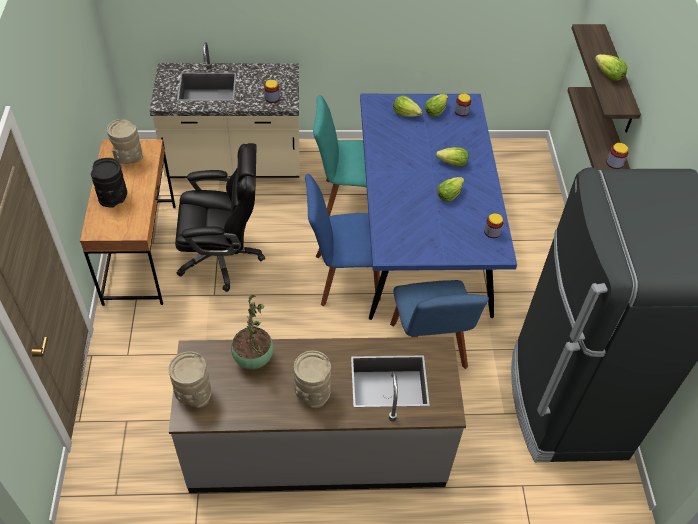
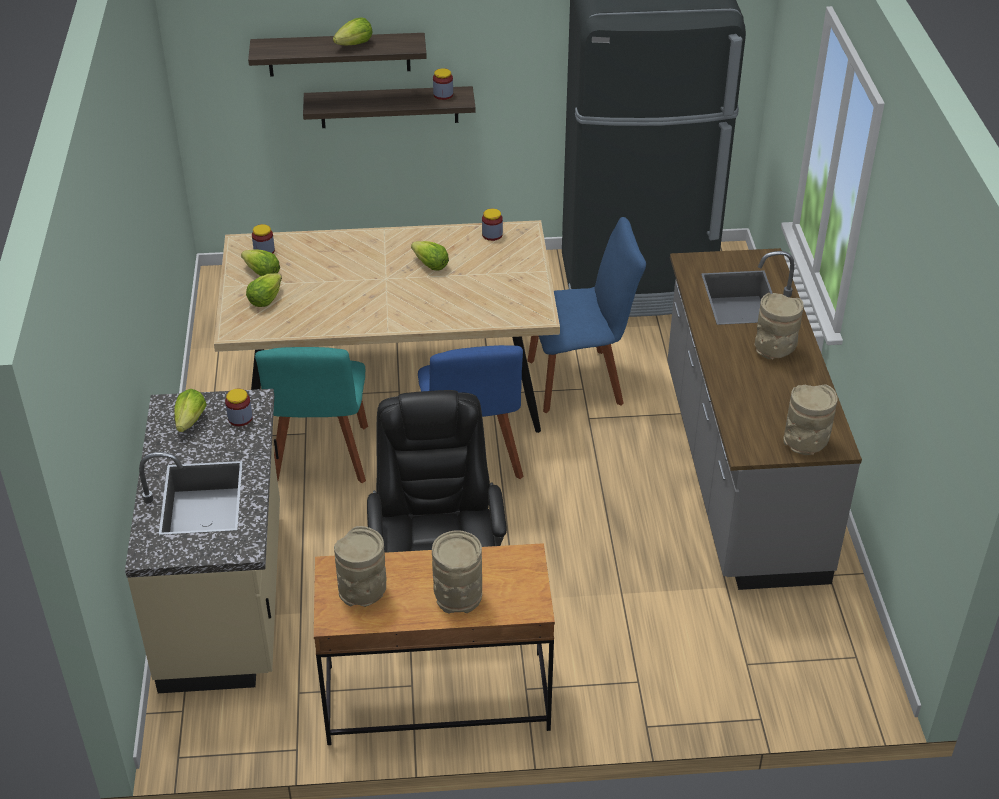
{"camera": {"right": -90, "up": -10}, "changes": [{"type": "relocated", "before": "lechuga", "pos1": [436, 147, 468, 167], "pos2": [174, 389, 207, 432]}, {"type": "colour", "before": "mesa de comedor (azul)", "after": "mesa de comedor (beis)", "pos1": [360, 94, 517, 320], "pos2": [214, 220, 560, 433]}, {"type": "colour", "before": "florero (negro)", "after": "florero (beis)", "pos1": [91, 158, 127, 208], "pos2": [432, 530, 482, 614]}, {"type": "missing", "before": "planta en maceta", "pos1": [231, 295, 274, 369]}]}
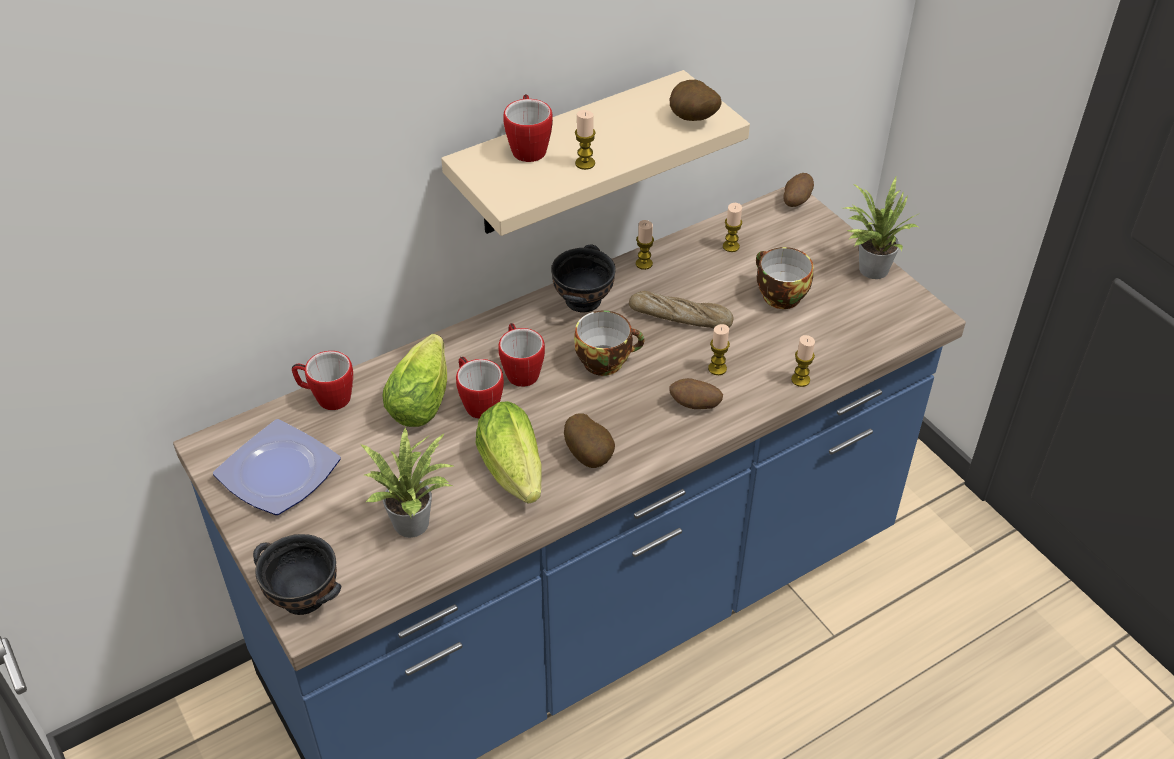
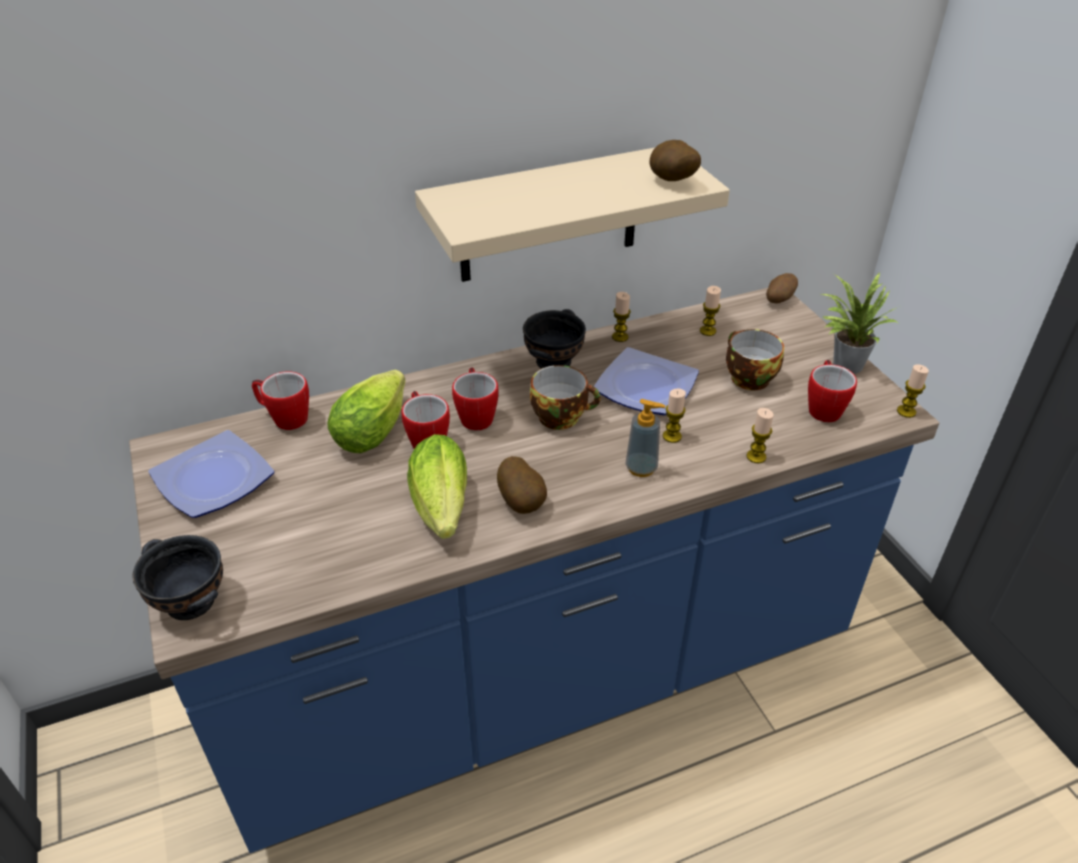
{"camera": {"right": 10, "up": -5}, "changes": [{"type": "exchanged", "before": "pan", "after": "plato", "pos1": [629, 291, 733, 328], "pos2": [594, 347, 699, 415]}, {"type": "exchanged", "before": "patata", "after": "dispensador de jabón", "pos1": [669, 378, 723, 409], "pos2": [625, 399, 666, 477]}, {"type": "relocated", "before": "taza grande", "pos1": [503, 94, 553, 162], "pos2": [808, 360, 857, 422]}, {"type": "relocated", "before": "vela", "pos1": [575, 110, 596, 170], "pos2": [897, 364, 929, 418]}, {"type": "missing", "before": "planta en maceta", "pos1": [361, 427, 454, 538]}]}
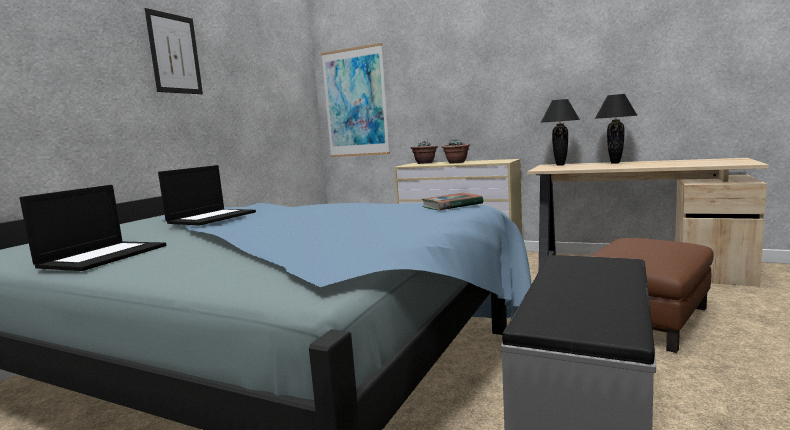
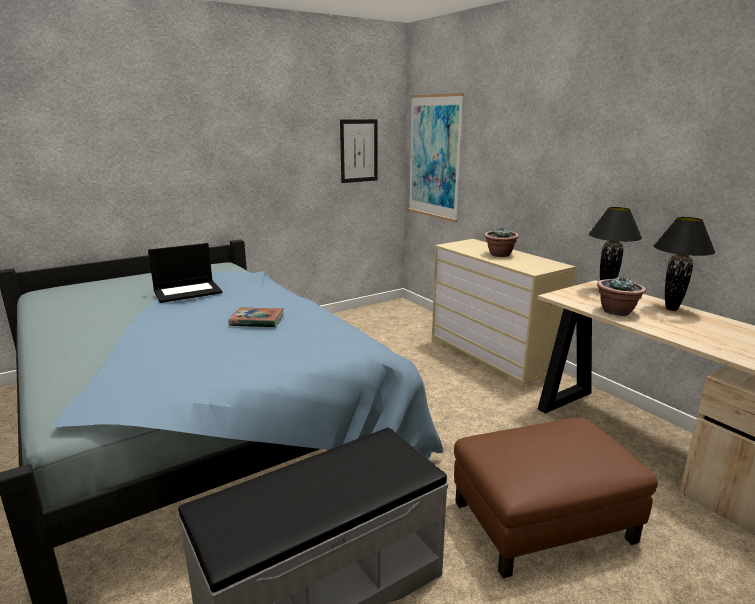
{"camera": {"right": 30, "up": 10}, "changes": [{"type": "relocated", "before": "libro", "pos1": [422, 192, 483, 210], "pos2": [228, 308, 284, 327]}, {"type": "relocated", "before": "cuadro", "pos1": [145, 8, 203, 94], "pos2": [340, 119, 377, 183]}, {"type": "relocated", "before": "planta en maceta", "pos1": [411, 141, 438, 164], "pos2": [597, 276, 646, 316]}, {"type": "missing", "before": "portátil", "pos1": [20, 185, 166, 271]}]}
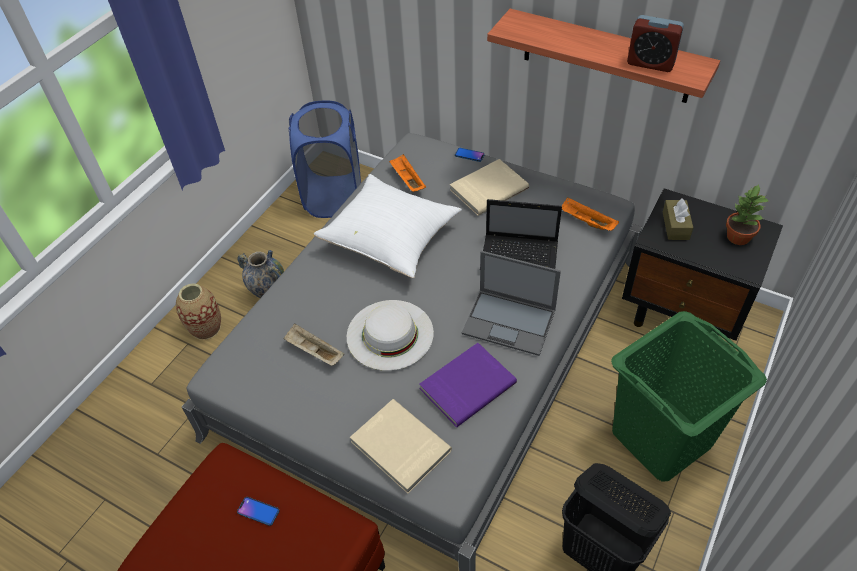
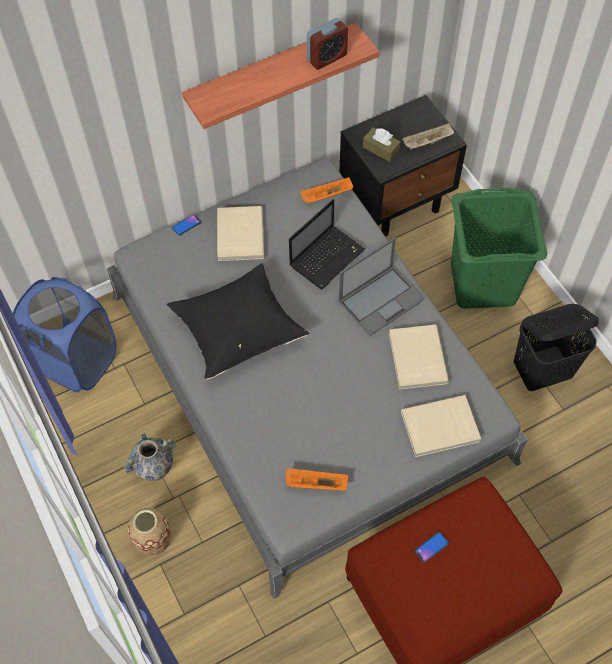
{"camera": {"right": -60, "up": 10}, "changes": [{"type": "colour", "before": "cojín (blanco)", "after": "cojín (negro)", "pos1": [314, 174, 462, 278], "pos2": [167, 263, 309, 379]}, {"type": "relocated", "before": "bandeja (naranja)", "pos1": [389, 154, 426, 192], "pos2": [286, 468, 348, 491]}, {"type": "colour", "before": "libro (morado)", "after": "libro (beis)", "pos1": [419, 343, 517, 427], "pos2": [389, 325, 449, 390]}, {"type": "relocated", "before": "bandeja (beis)", "pos1": [283, 324, 344, 366], "pos2": [402, 123, 454, 150]}, {"type": "missing", "before": "sombrero (blanco)", "pos1": [347, 300, 434, 371]}, {"type": "missing", "before": "planta en maceta", "pos1": [726, 184, 768, 245]}]}
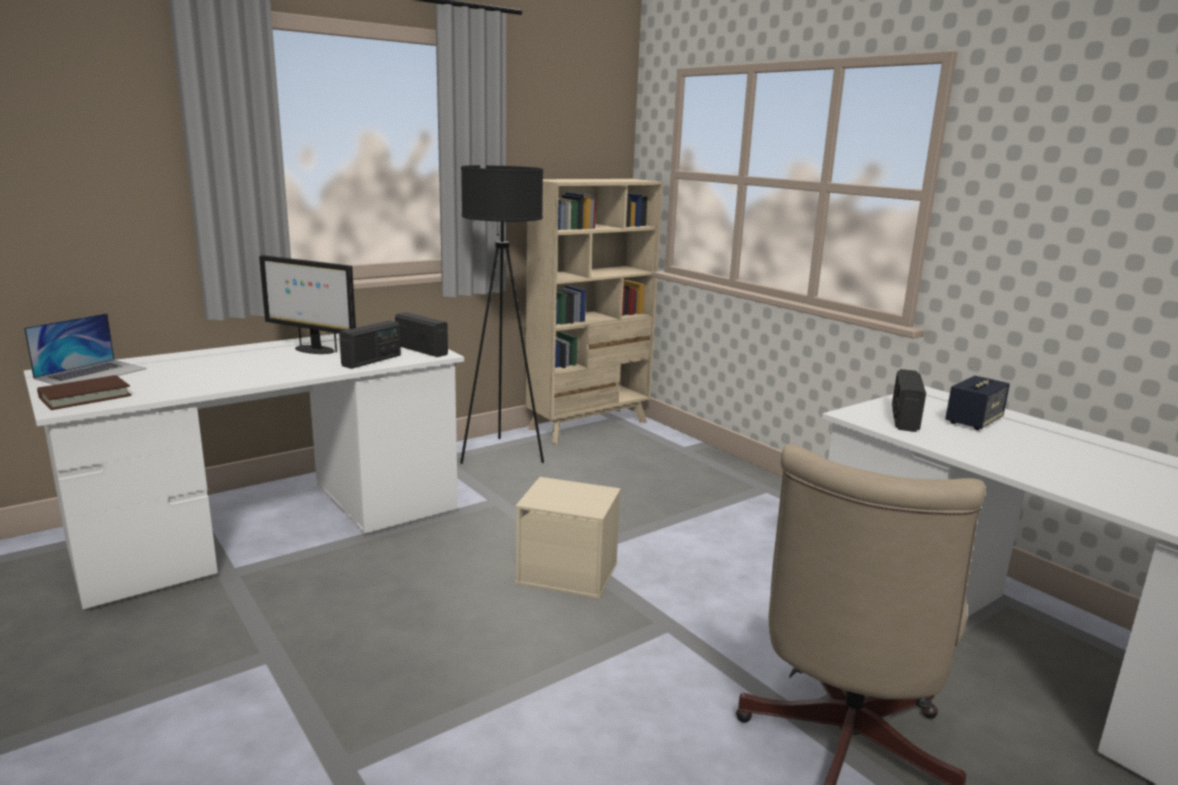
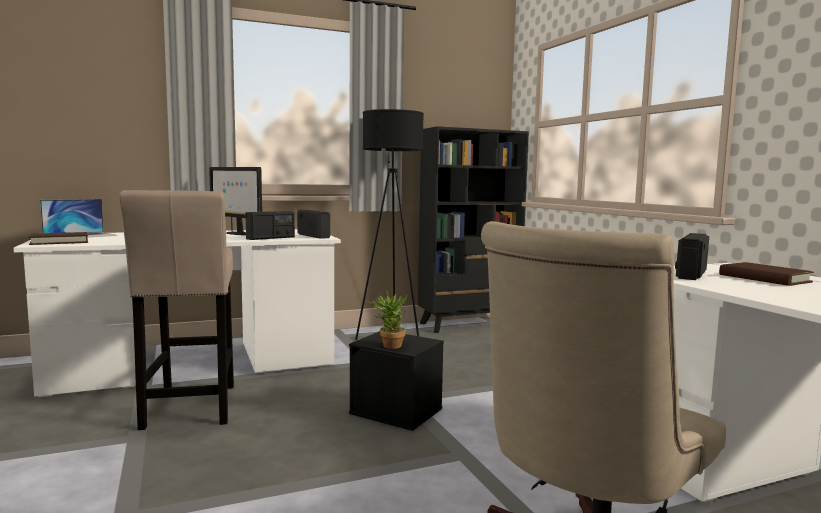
{"camera": {"right": 15, "up": -10}, "changes": [{"type": "appeared", "after": "taburete (beis)", "pos2": [119, 190, 234, 430]}, {"type": "colour", "before": "caja de almacenaje (beis)", "after": "caja de almacenaje (negro)", "pos1": [515, 477, 621, 599], "pos2": [349, 331, 444, 431]}, {"type": "appeared", "after": "planta en maceta", "pos2": [367, 290, 408, 349]}, {"type": "colour", "before": "estantería (beis)", "after": "estantería (negro)", "pos1": [525, 179, 663, 444], "pos2": [418, 126, 529, 333]}, {"type": "exchanged", "before": "altavoz", "after": "libro (marrón)", "pos1": [945, 376, 1010, 430], "pos2": [719, 262, 814, 286]}]}
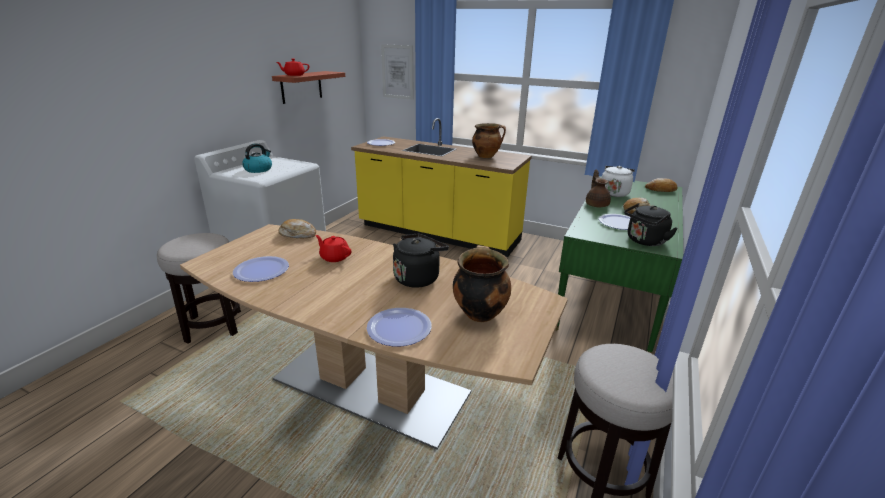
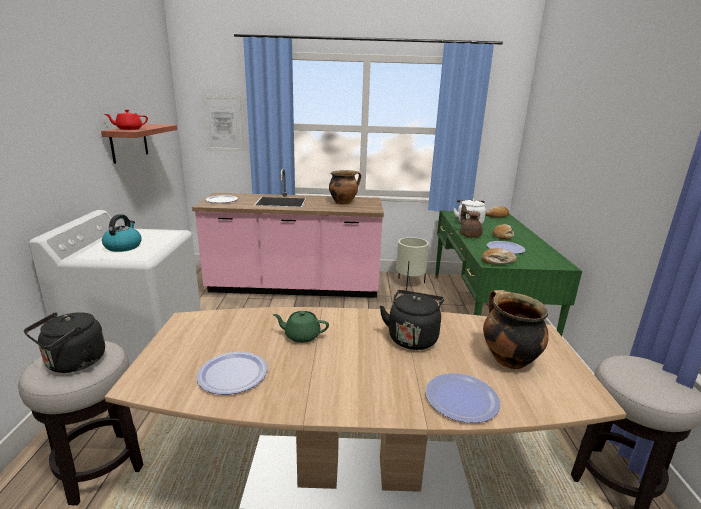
{"camera": {"right": -25, "up": -5}, "changes": [{"type": "relocated", "before": "hervidor (negro)", "pos1": [624, 203, 678, 246], "pos2": [24, 312, 105, 373]}, {"type": "colour", "before": "mueble bajo de cocina (amarillo)", "after": "mueble bajo de cocina (rosa)", "pos1": [351, 118, 532, 257], "pos2": [192, 169, 384, 298]}, {"type": "colour", "before": "tetera (rojo)", "after": "tetera (verde)", "pos1": [315, 235, 351, 262], "pos2": [273, 311, 329, 343]}, {"type": "appeared", "after": "maceta (beis)", "pos2": [396, 237, 429, 290]}, {"type": "relocated", "before": "pan", "pos1": [279, 219, 316, 238], "pos2": [482, 248, 517, 265]}]}
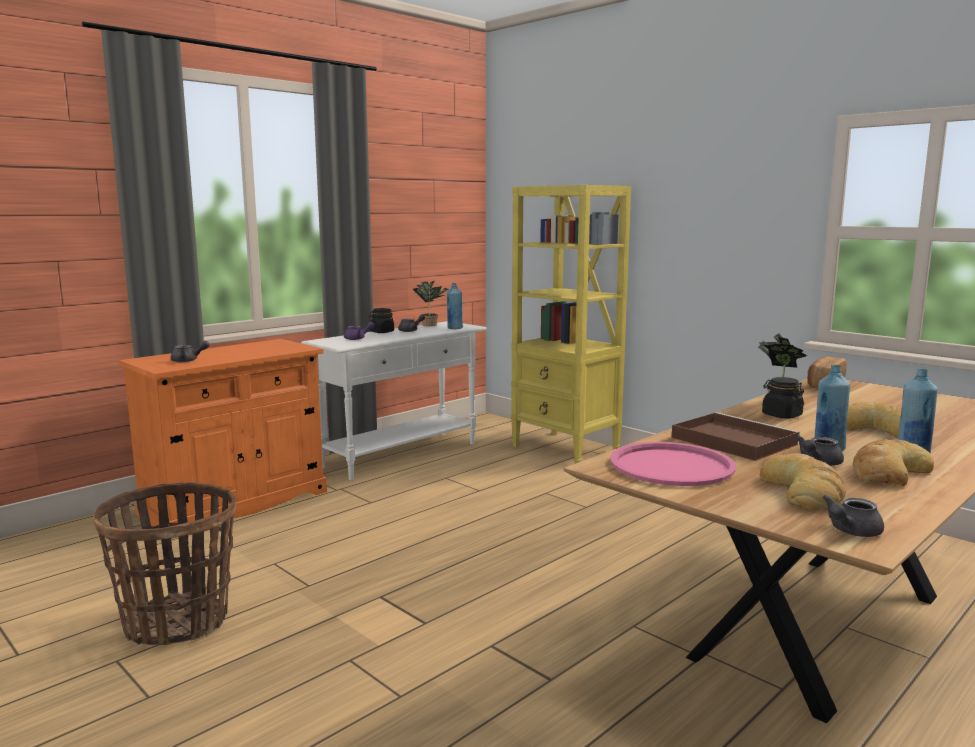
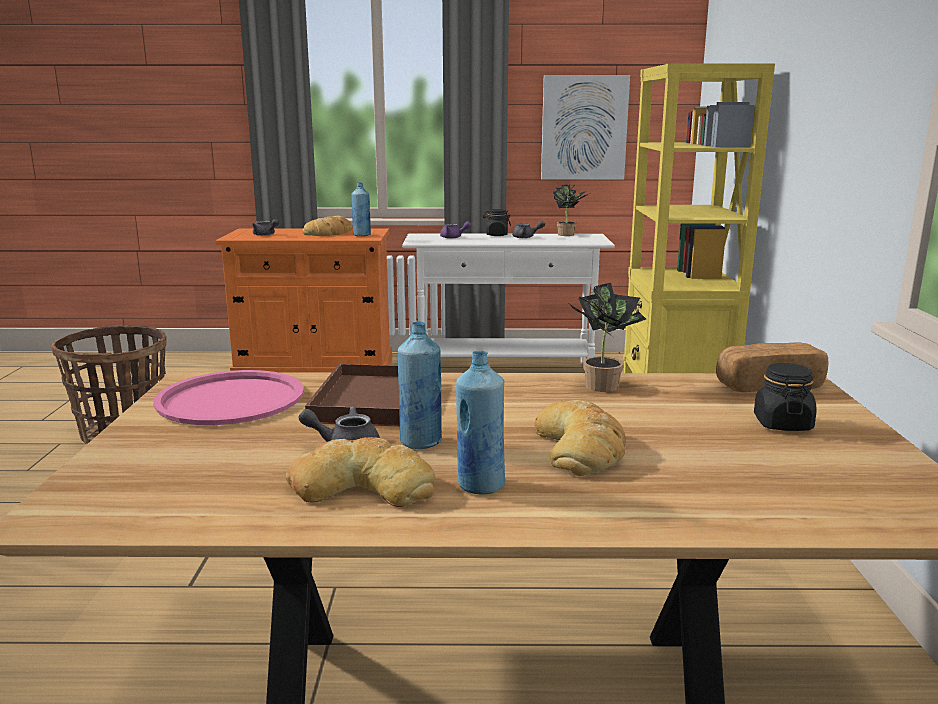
{"camera": {"right": 45, "up": 5}, "changes": [{"type": "relocated", "before": "pan", "pos1": [760, 453, 846, 511], "pos2": [302, 216, 352, 236]}, {"type": "relocated", "before": "botella (azul)", "pos1": [447, 283, 463, 329], "pos2": [351, 182, 371, 236]}, {"type": "appeared", "after": "cuadro", "pos2": [541, 75, 630, 179]}, {"type": "relocated", "before": "tarro (negro)", "pos1": [762, 377, 804, 418], "pos2": [754, 363, 817, 431]}, {"type": "missing", "before": "tetera (gris)", "pos1": [823, 495, 884, 537]}]}
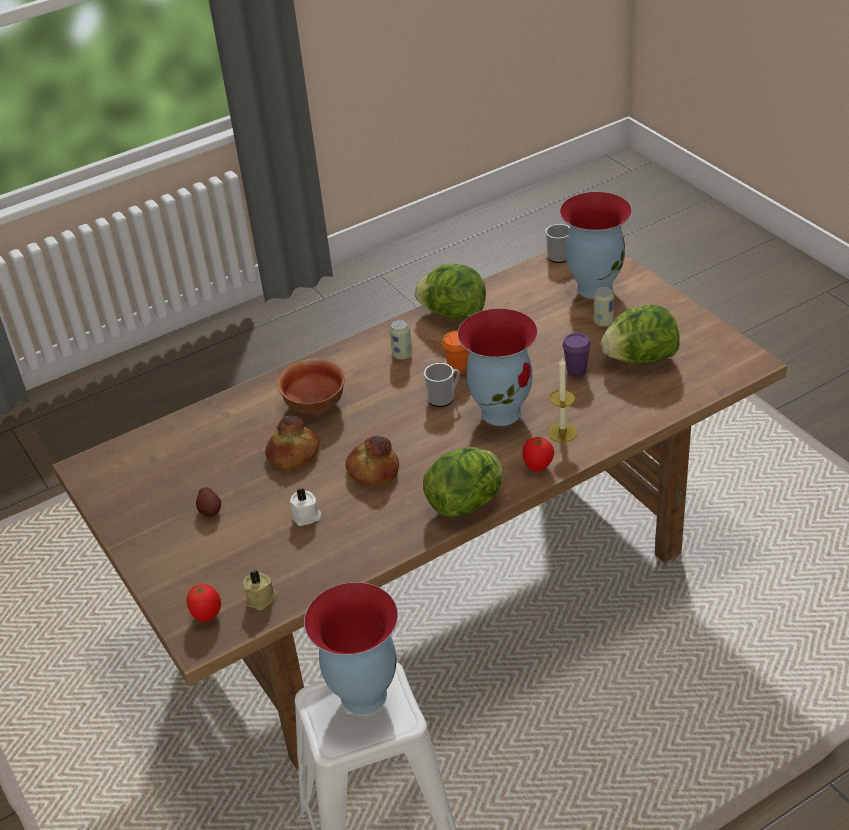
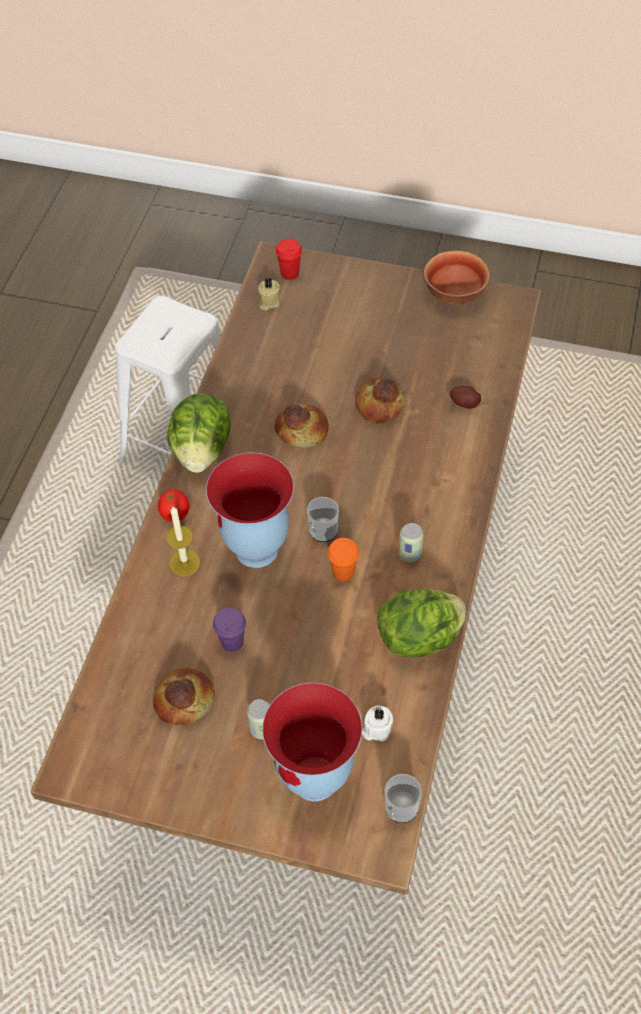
{"camera": {"right": 135, "up": 15}, "changes": [{"type": "exchanged", "before": "lechuga", "after": "pan", "pos1": [601, 305, 680, 363], "pos2": [153, 668, 215, 725]}, {"type": "exchanged", "before": "tomate", "after": "taza (rojo)", "pos1": [186, 584, 221, 622], "pos2": [276, 239, 302, 280]}, {"type": "relocated", "before": "vela (blanco)", "pos1": [290, 488, 321, 526], "pos2": [362, 706, 393, 742]}, {"type": "relocated", "before": "cuenco", "pos1": [277, 358, 345, 413], "pos2": [424, 250, 490, 304]}, {"type": "relocated", "before": "patata", "pos1": [196, 487, 221, 517], "pos2": [450, 386, 481, 409]}, {"type": "missing", "before": "florero", "pos1": [304, 582, 398, 714]}]}
